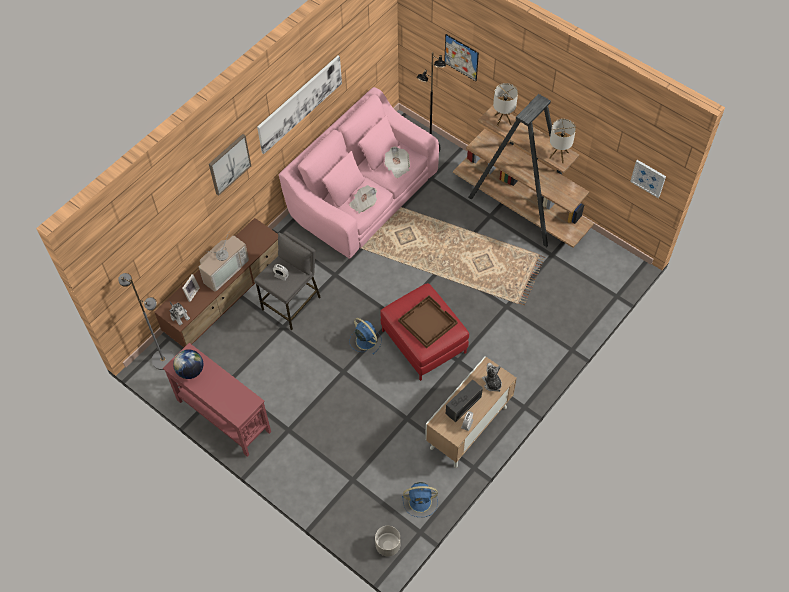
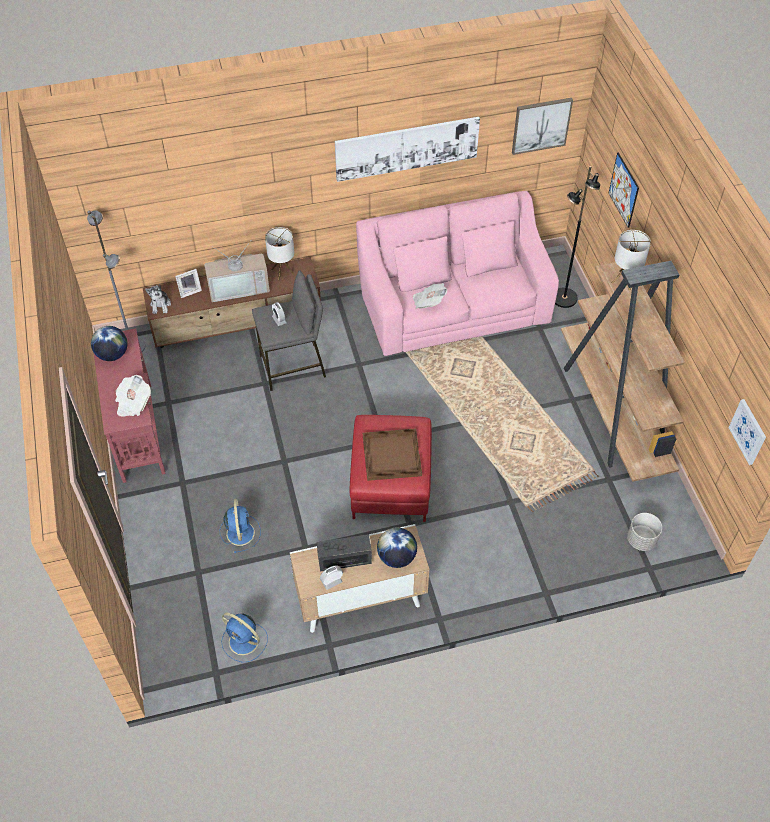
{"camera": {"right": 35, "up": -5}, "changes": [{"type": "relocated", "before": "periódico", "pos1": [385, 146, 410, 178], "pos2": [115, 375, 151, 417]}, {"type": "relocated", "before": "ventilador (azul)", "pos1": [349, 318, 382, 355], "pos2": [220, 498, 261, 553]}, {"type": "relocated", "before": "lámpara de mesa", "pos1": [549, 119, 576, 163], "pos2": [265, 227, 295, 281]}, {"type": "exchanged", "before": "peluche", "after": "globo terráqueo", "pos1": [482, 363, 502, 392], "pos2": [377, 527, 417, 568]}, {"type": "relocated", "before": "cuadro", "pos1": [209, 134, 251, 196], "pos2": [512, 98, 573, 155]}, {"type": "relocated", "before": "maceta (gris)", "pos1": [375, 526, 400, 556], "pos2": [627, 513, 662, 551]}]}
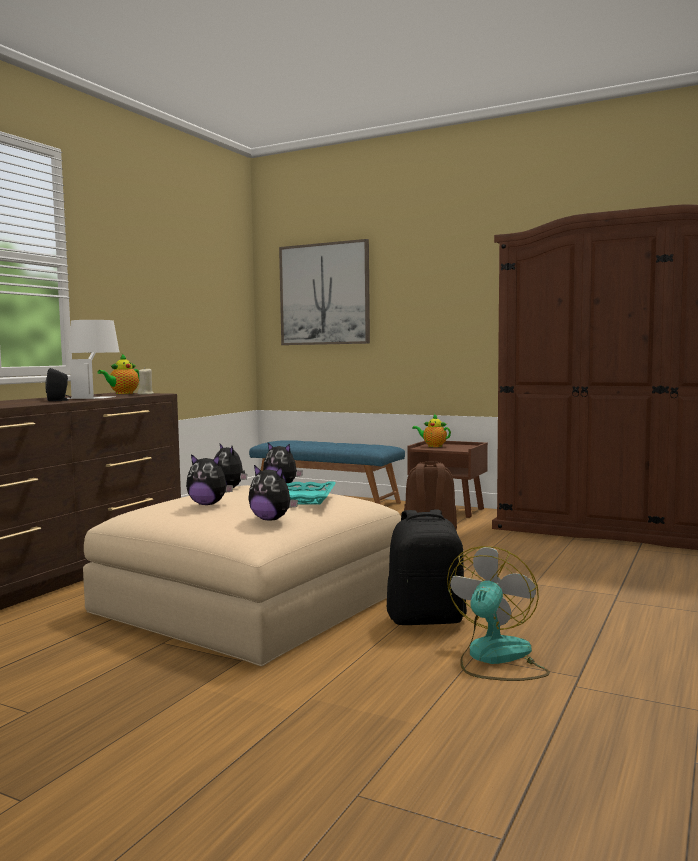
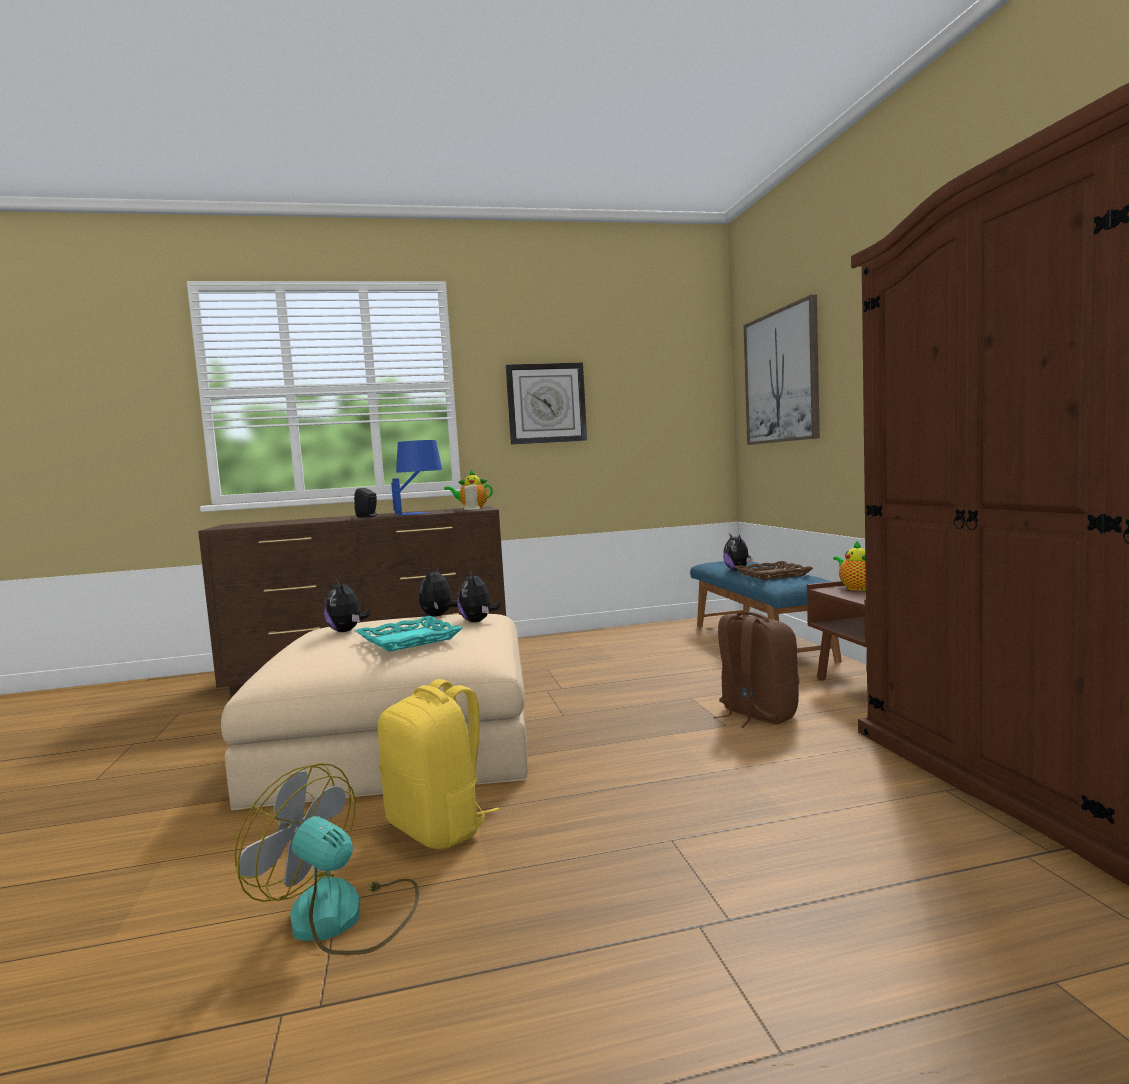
{"camera": {"right": 50, "up": 0}, "changes": [{"type": "spun", "before": "ventilador", "pos1": [447, 546, 550, 681], "pos2": [235, 763, 419, 955], "turn": -135}, {"type": "colour", "before": "mochila (negro)", "after": "mochila (amarillo)", "pos1": [387, 510, 467, 625], "pos2": [378, 679, 499, 849]}, {"type": "colour", "before": "lámpara de mesa (blanco)", "after": "lámpara de mesa (azul)", "pos1": [67, 320, 119, 399], "pos2": [391, 440, 442, 515]}, {"type": "appeared", "after": "reloj de pared", "pos2": [506, 363, 587, 445]}, {"type": "relocated", "before": "peluche", "pos1": [248, 465, 298, 520], "pos2": [723, 533, 752, 570]}, {"type": "appeared", "after": "bandeja (marrón)", "pos2": [734, 561, 813, 580]}]}
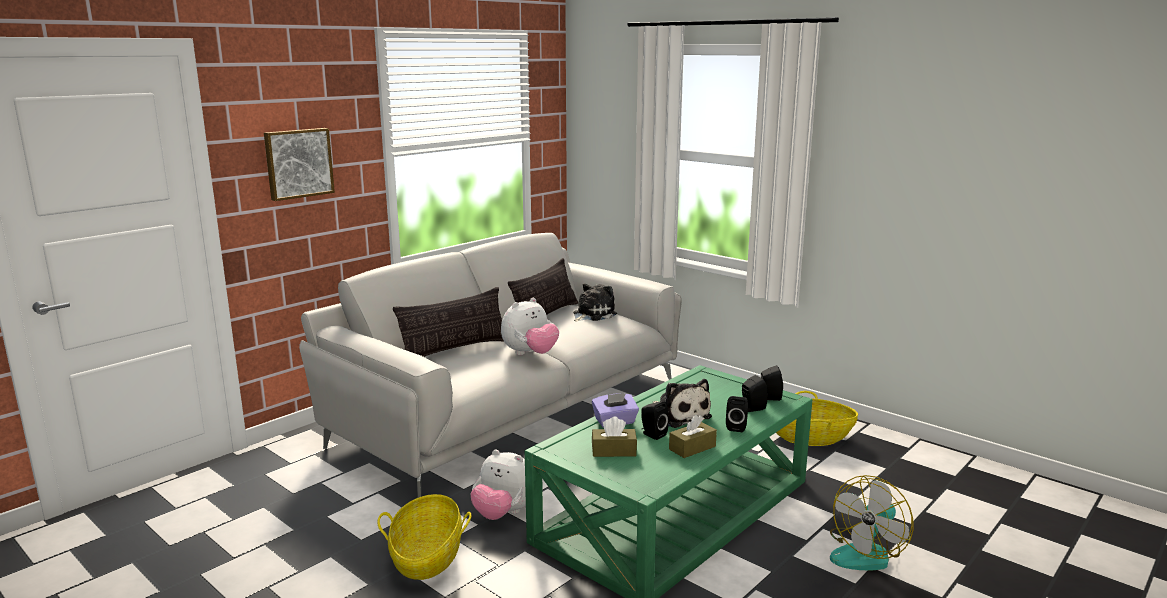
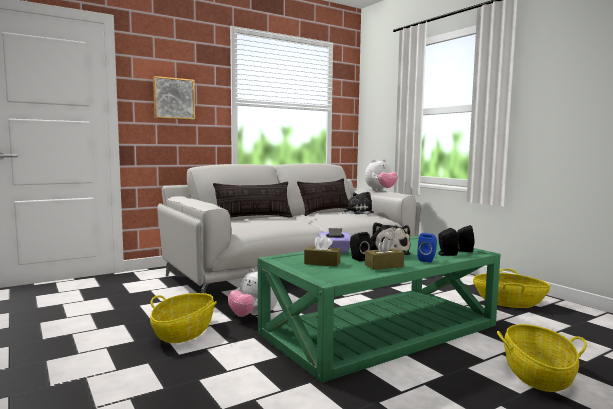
{"camera": {"right": 15, "up": -10}, "changes": [{"type": "relocated", "before": "peluche", "pos1": [501, 298, 559, 355], "pos2": [365, 159, 398, 191]}, {"type": "colour", "before": "altavoz (negro)", "after": "altavoz (azul)", "pos1": [726, 396, 748, 432], "pos2": [417, 233, 437, 263]}, {"type": "exchanged", "before": "ventilador", "after": "cesta", "pos1": [830, 475, 914, 571], "pos2": [497, 324, 587, 392]}]}
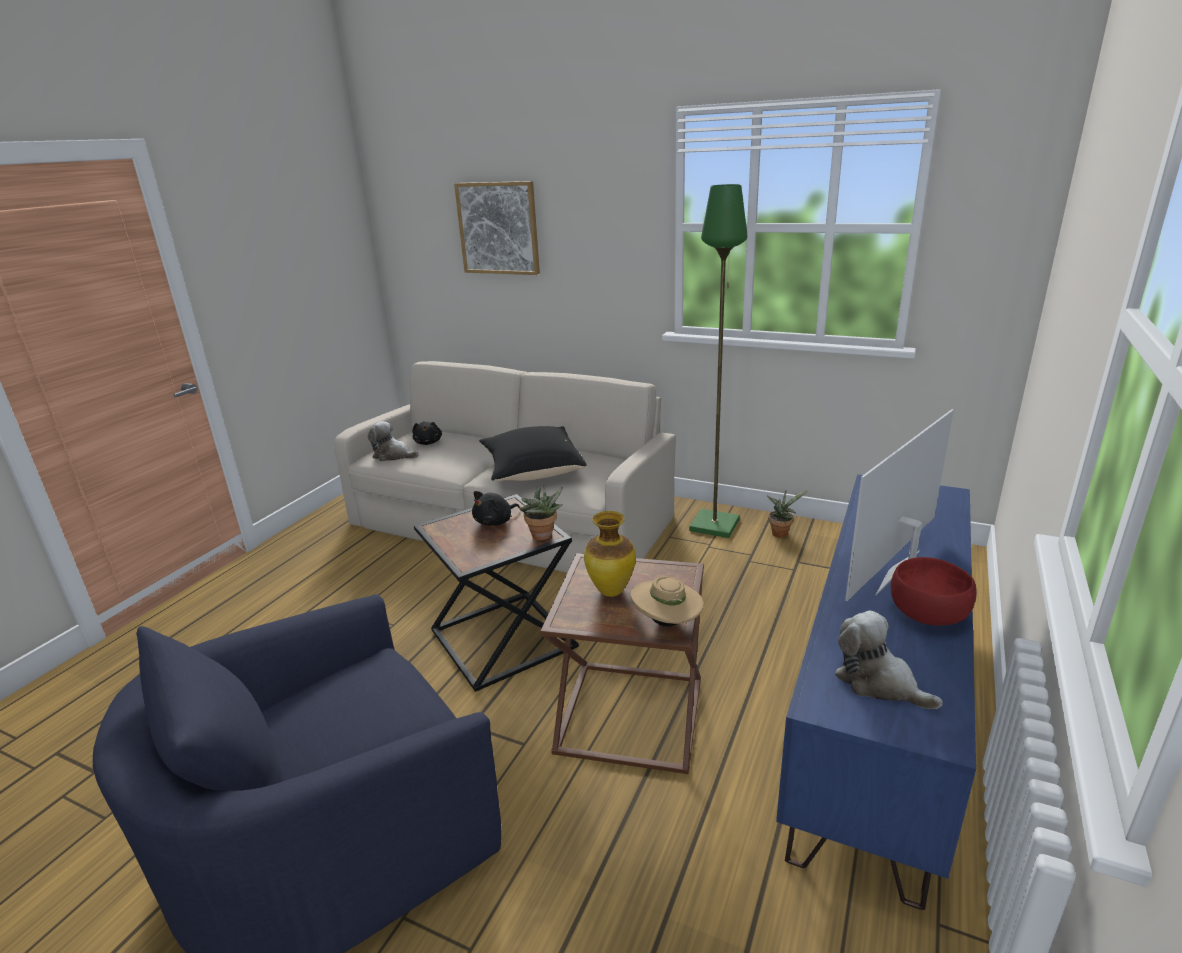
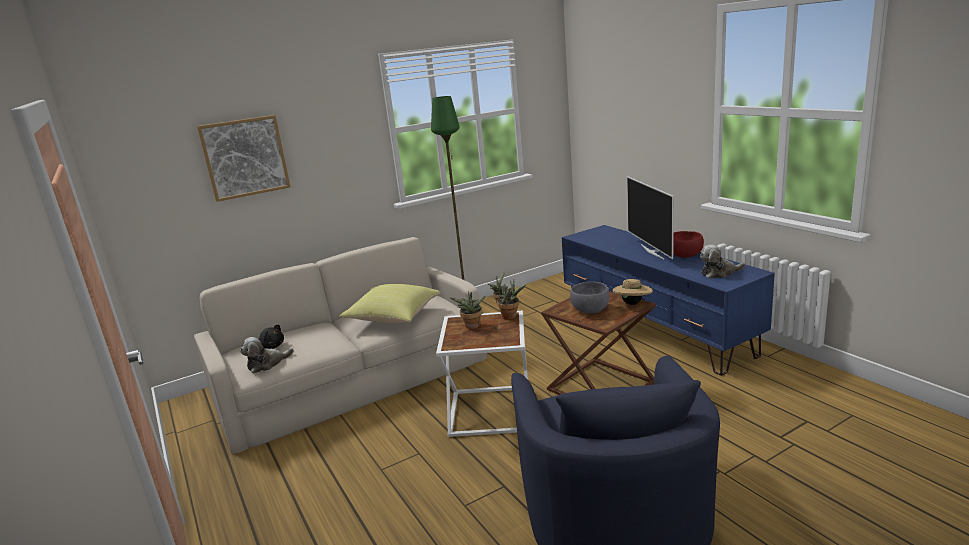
{"camera": {"right": -55, "up": -5}, "changes": [{"type": "colour", "before": "cojín (negro)", "after": "cojín (amarillo)", "pos1": [479, 426, 587, 481], "pos2": [339, 284, 440, 323]}, {"type": "colour", "before": "mesa auxiliar (negro)", "after": "mesa auxiliar (blanco)", "pos1": [414, 494, 579, 692], "pos2": [436, 310, 528, 437]}, {"type": "exchanged", "before": "peluche (negro)", "after": "planta en maceta", "pos1": [472, 491, 520, 526], "pos2": [451, 291, 486, 329]}, {"type": "exchanged", "before": "florero", "after": "cuenco (gris)", "pos1": [584, 511, 636, 597], "pos2": [570, 282, 609, 314]}]}
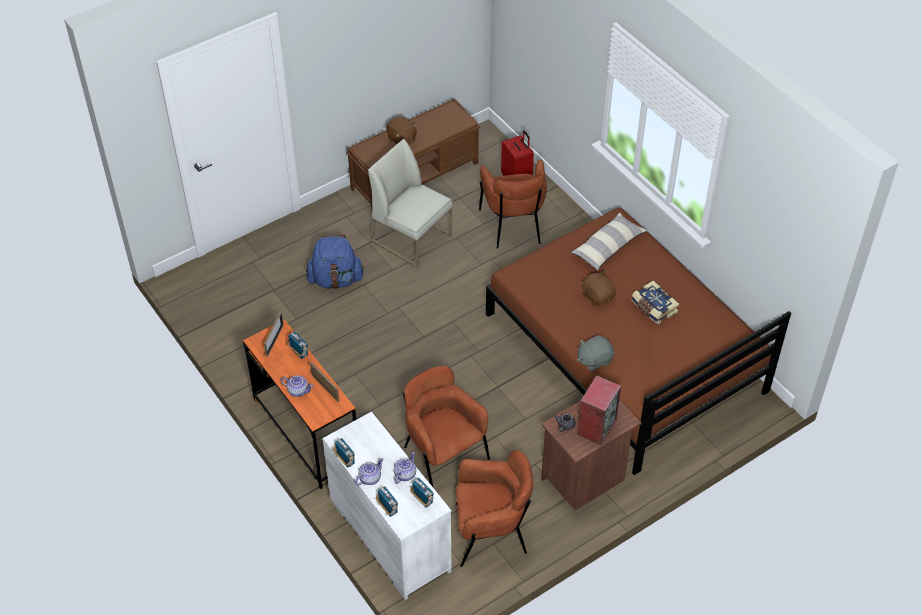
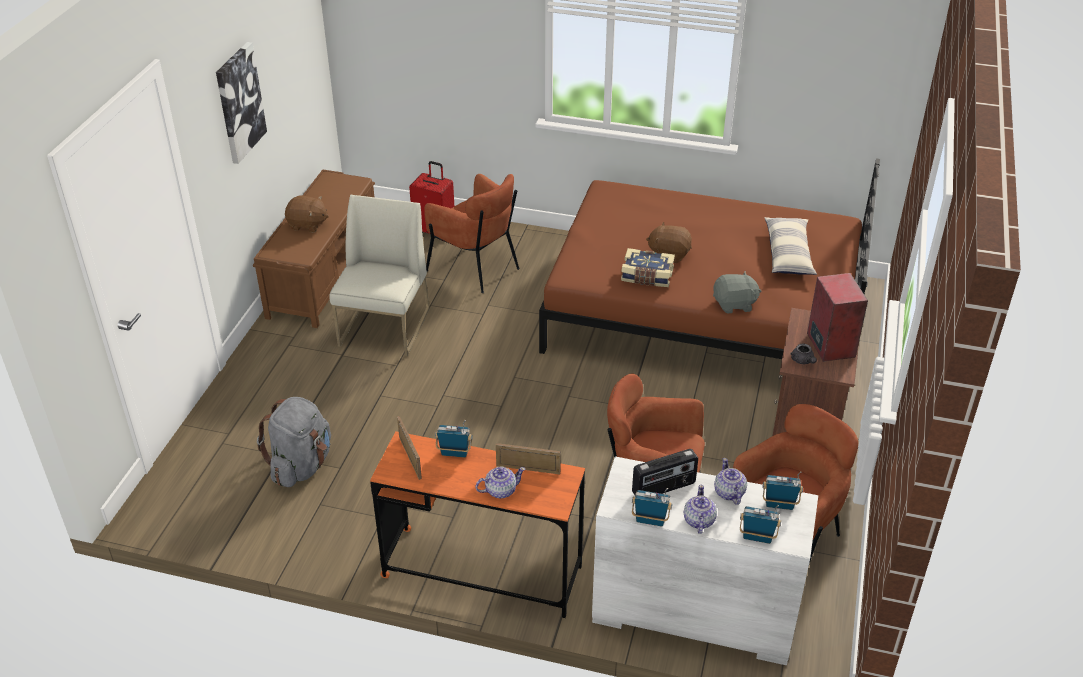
{"camera": {"right": -40, "up": -10}, "changes": [{"type": "appeared", "after": "cuadro", "pos2": [216, 42, 267, 164]}, {"type": "appeared", "after": "mochila (gris)", "pos2": [257, 397, 331, 487]}, {"type": "spun", "before": "silla (blanco)", "pos1": [368, 139, 453, 268], "pos2": [329, 195, 430, 357], "turn": 105}, {"type": "relocated", "before": "libro", "pos1": [632, 281, 679, 325], "pos2": [621, 248, 675, 287]}, {"type": "appeared", "after": "radio", "pos2": [632, 449, 698, 495]}, {"type": "spun", "before": "peluche (gris)", "pos1": [577, 335, 614, 372], "pos2": [713, 271, 761, 314], "turn": -120}, {"type": "relocated", "before": "cojín", "pos1": [571, 213, 647, 271], "pos2": [764, 217, 817, 275]}, {"type": "missing", "before": "mochila (azul)", "pos1": [306, 234, 365, 289]}]}
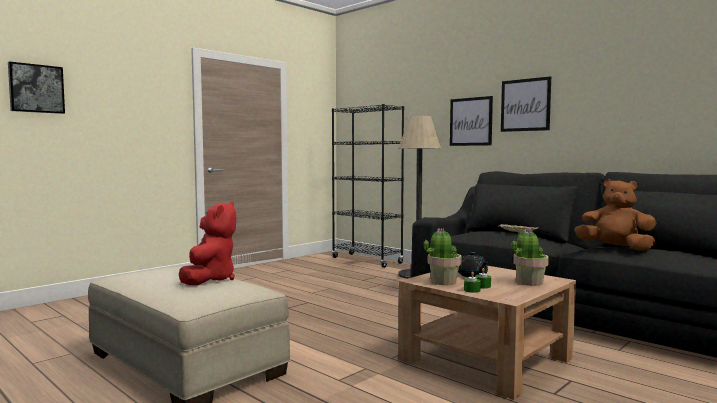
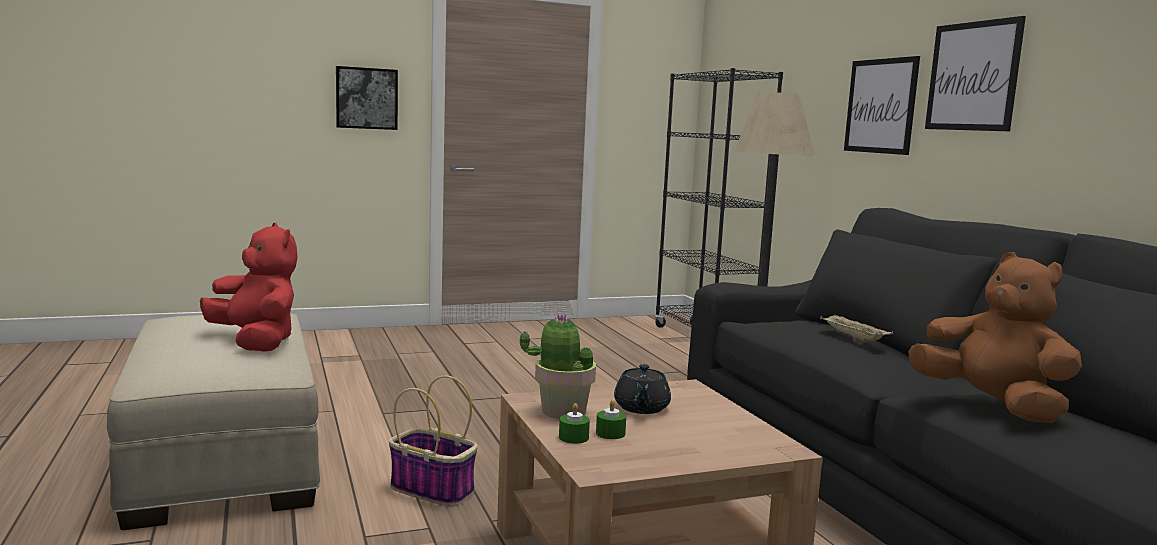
{"camera": {"right": 25, "up": 5}, "changes": [{"type": "spun", "before": "peluche (rojo)", "pos1": [179, 201, 236, 286], "pos2": [200, 223, 298, 352], "turn": -75}, {"type": "relocated", "before": "cuadro", "pos1": [8, 61, 65, 114], "pos2": [336, 66, 398, 130]}, {"type": "appeared", "after": "cesta", "pos2": [389, 375, 478, 507]}, {"type": "missing", "before": "planta en maceta", "pos1": [512, 229, 549, 286]}]}
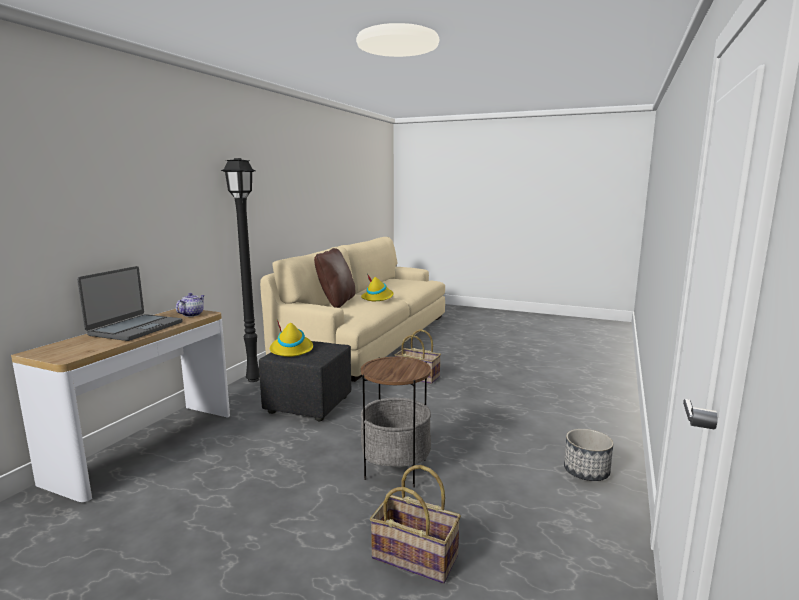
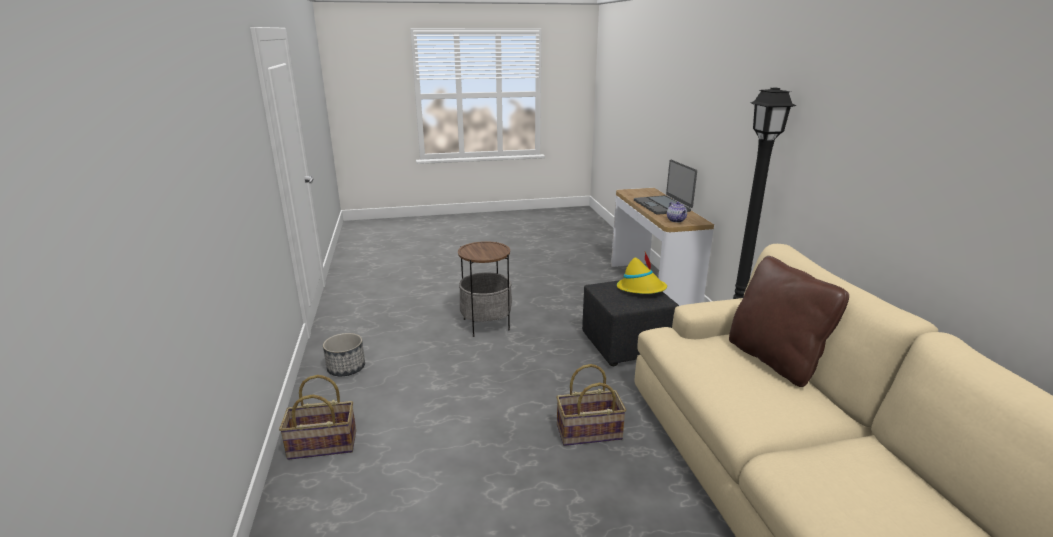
{"camera": {"right": 145, "up": 10}, "changes": [{"type": "relocated", "before": "cesta", "pos1": [370, 465, 461, 584], "pos2": [279, 375, 356, 460]}, {"type": "missing", "before": "sombrero (amarillo)", "pos1": [361, 274, 394, 301]}]}
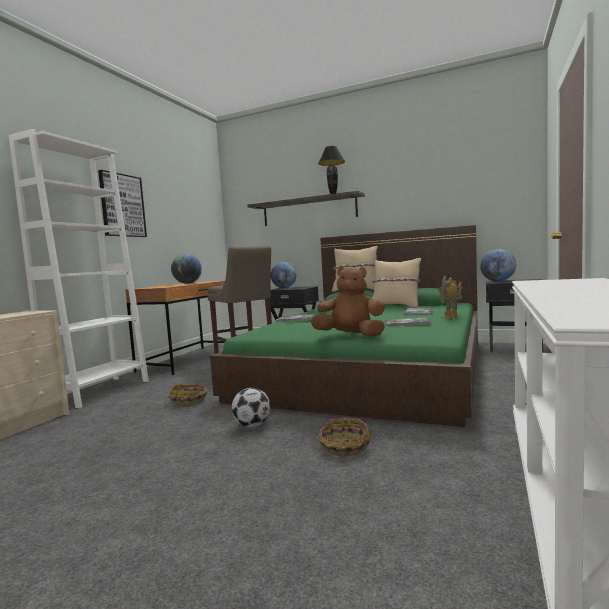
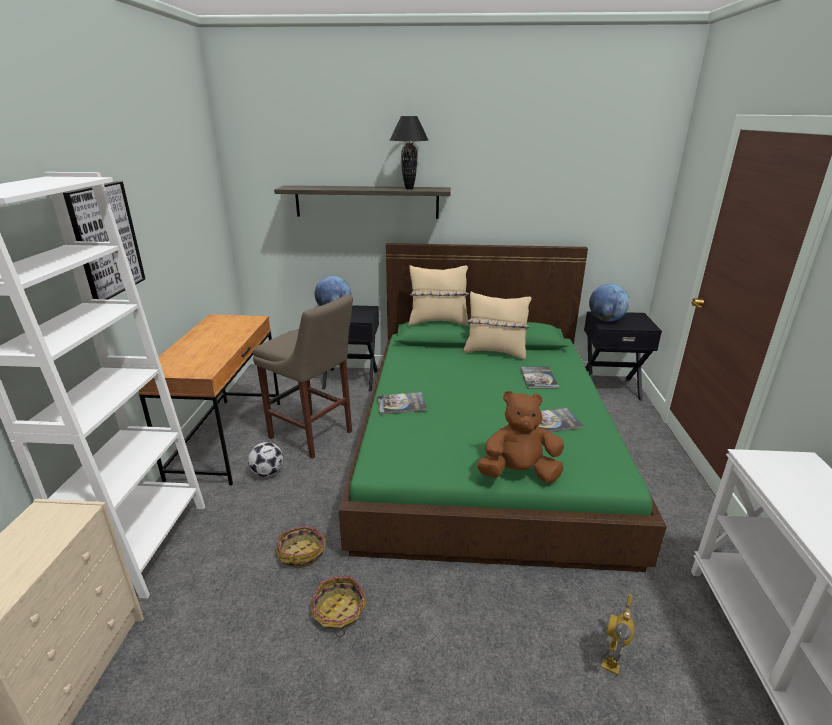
{"camera": {"right": -20, "up": 20}, "changes": [{"type": "relocated", "before": "balón de fútbol", "pos1": [232, 388, 271, 427], "pos2": [248, 442, 283, 477]}, {"type": "relocated", "before": "cesta", "pos1": [318, 417, 371, 456], "pos2": [311, 576, 367, 637]}, {"type": "relocated", "before": "robot de juguete", "pos1": [438, 275, 462, 318], "pos2": [601, 594, 635, 675]}, {"type": "missing", "before": "globo terráqueo", "pos1": [171, 254, 202, 284]}]}
